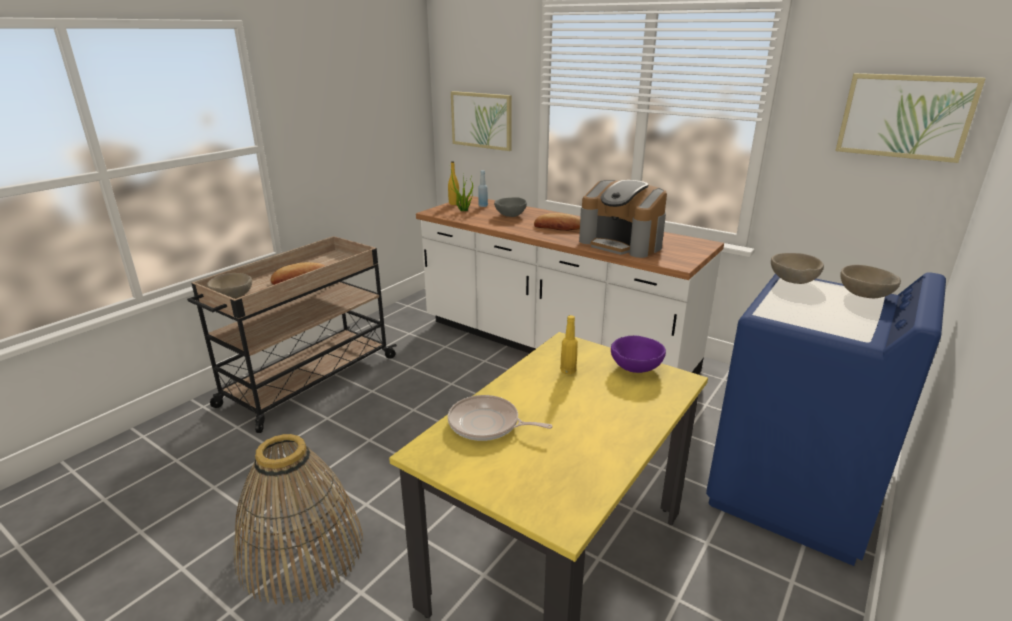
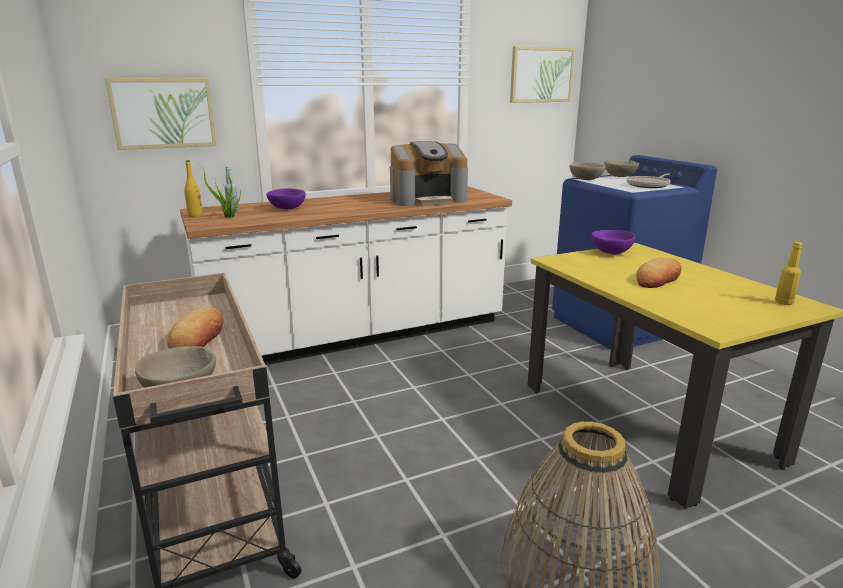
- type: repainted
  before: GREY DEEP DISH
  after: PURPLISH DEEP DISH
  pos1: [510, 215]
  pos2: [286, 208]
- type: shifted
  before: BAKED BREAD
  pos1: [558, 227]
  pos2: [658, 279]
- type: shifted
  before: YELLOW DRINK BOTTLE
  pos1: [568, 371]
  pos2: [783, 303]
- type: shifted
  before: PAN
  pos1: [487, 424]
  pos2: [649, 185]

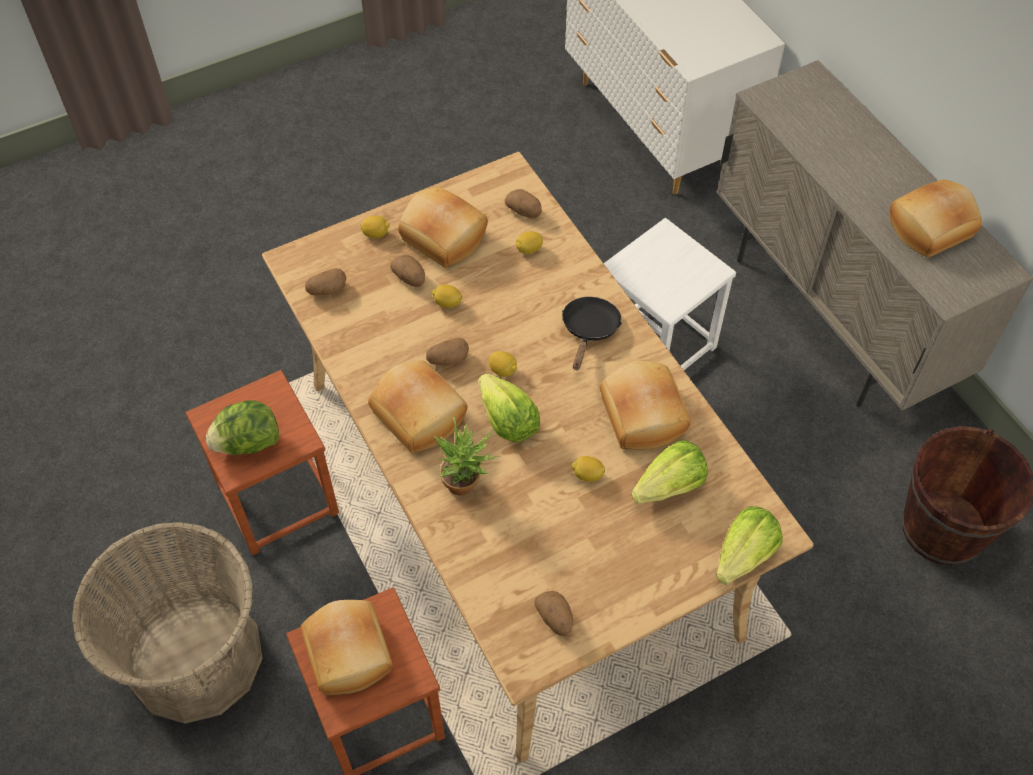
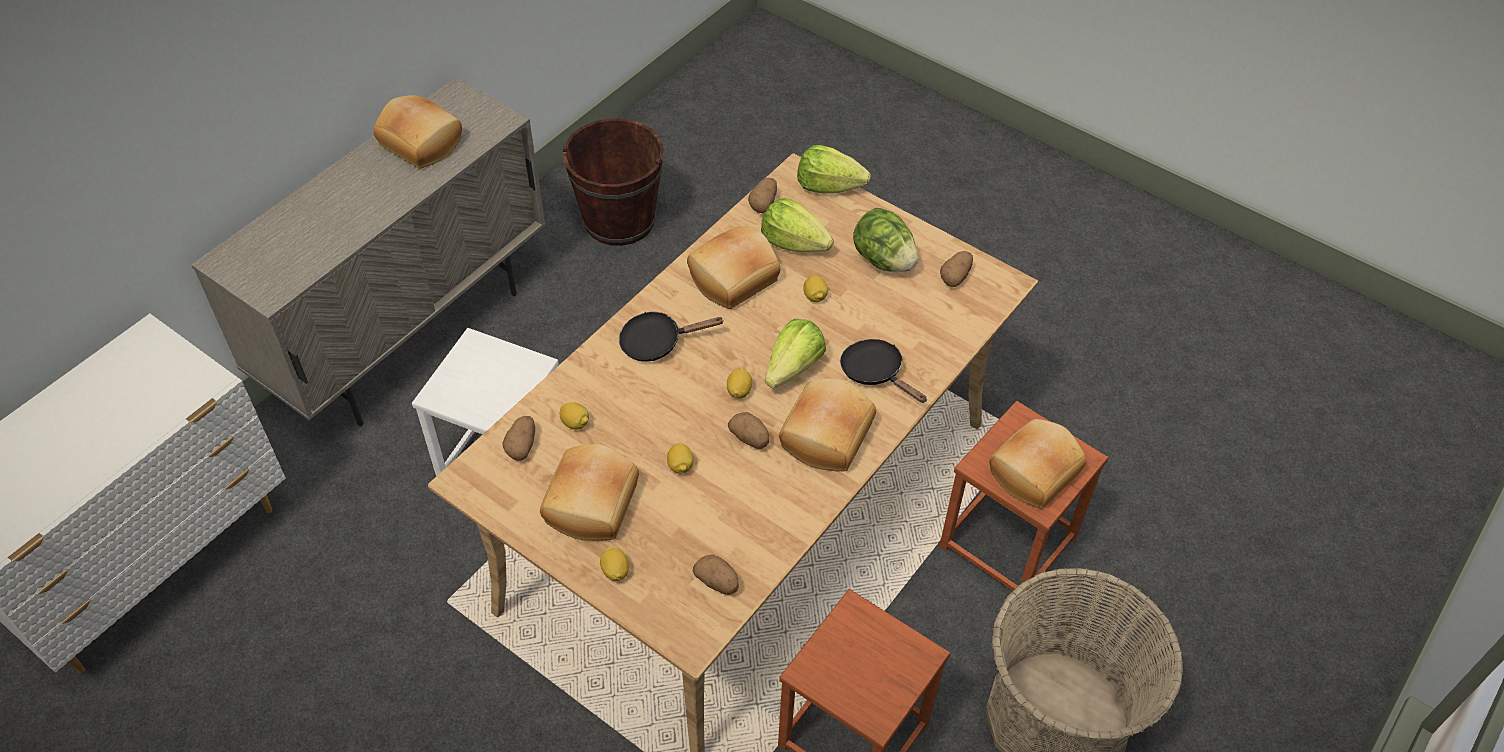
- type: shifted
  before: SPUD
  pos1: [410, 278]
  pos2: [763, 203]
- type: shifted
  before: LETTUCE HEAD
  pos1: [248, 443]
  pos2: [883, 260]
- type: swapped
  before: HOUSEPLANT
  after: BLACK-COLOURED PAN
  pos1: [467, 485]
  pos2: [876, 373]

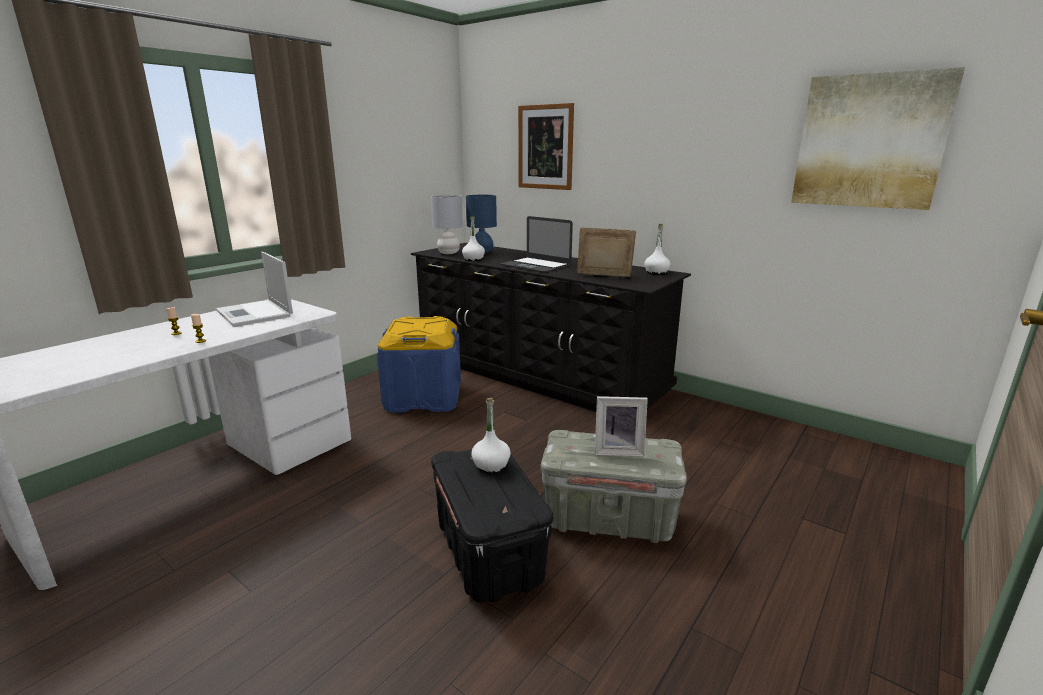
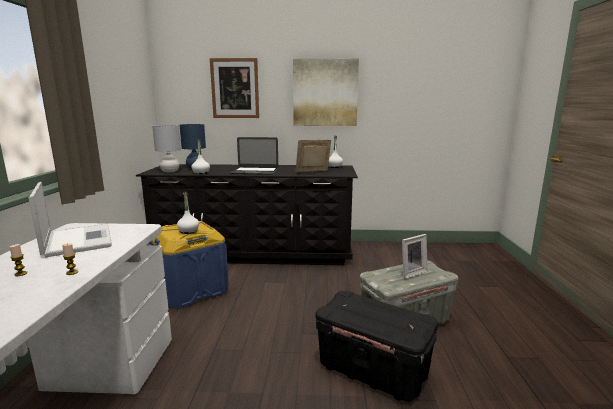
- type: shifted
  before: WALL PICTURE
  pos1: [870, 141]
  pos2: [325, 93]
- type: rotated
  before: LAPTOP
  pos1: [255, 314]
  pos2: [77, 240]
  turn: -135
- type: shifted
  before: WHITE-COLOURED DRINK BOTTLE
  pos1: [491, 465]
  pos2: [188, 231]

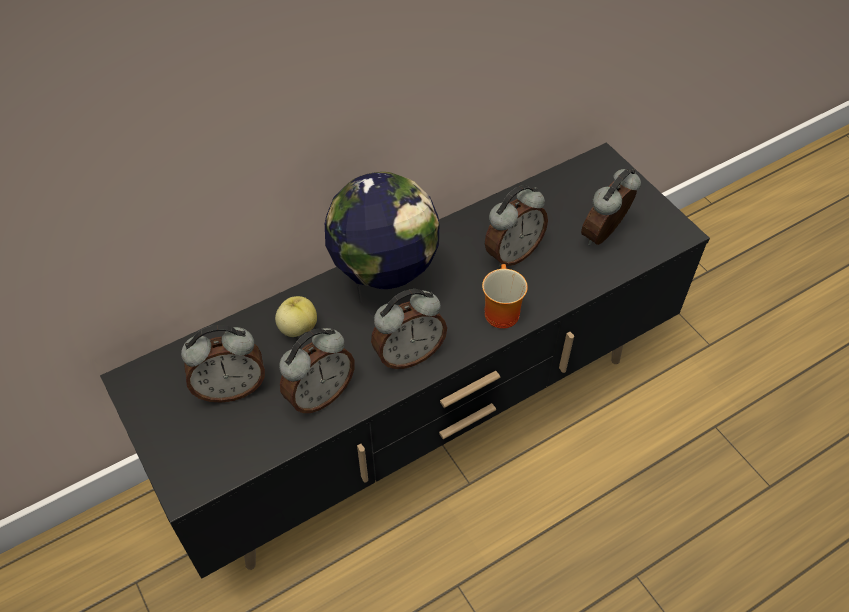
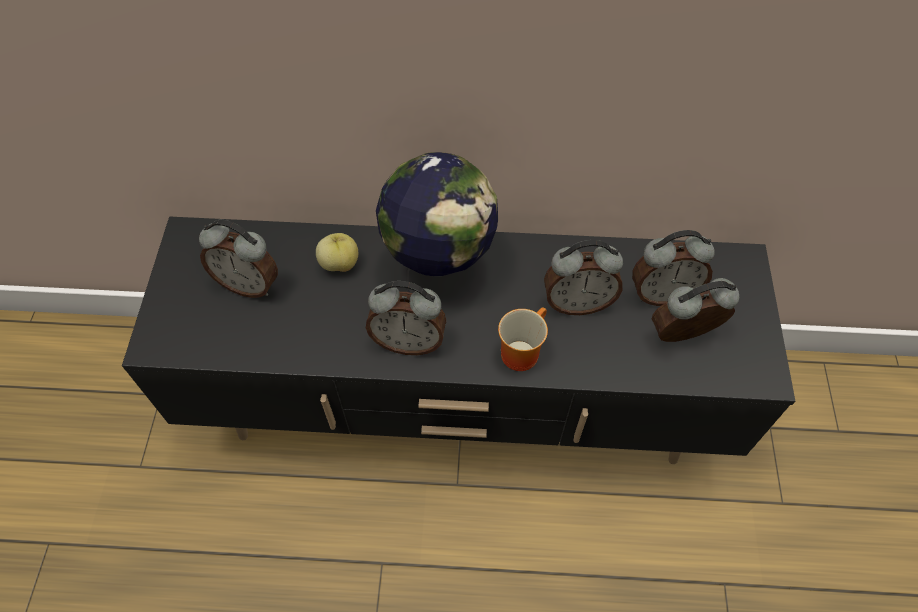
- type: shifted
  before: TABLE CLOCK
  pos1: [319, 394]
  pos2: [662, 293]

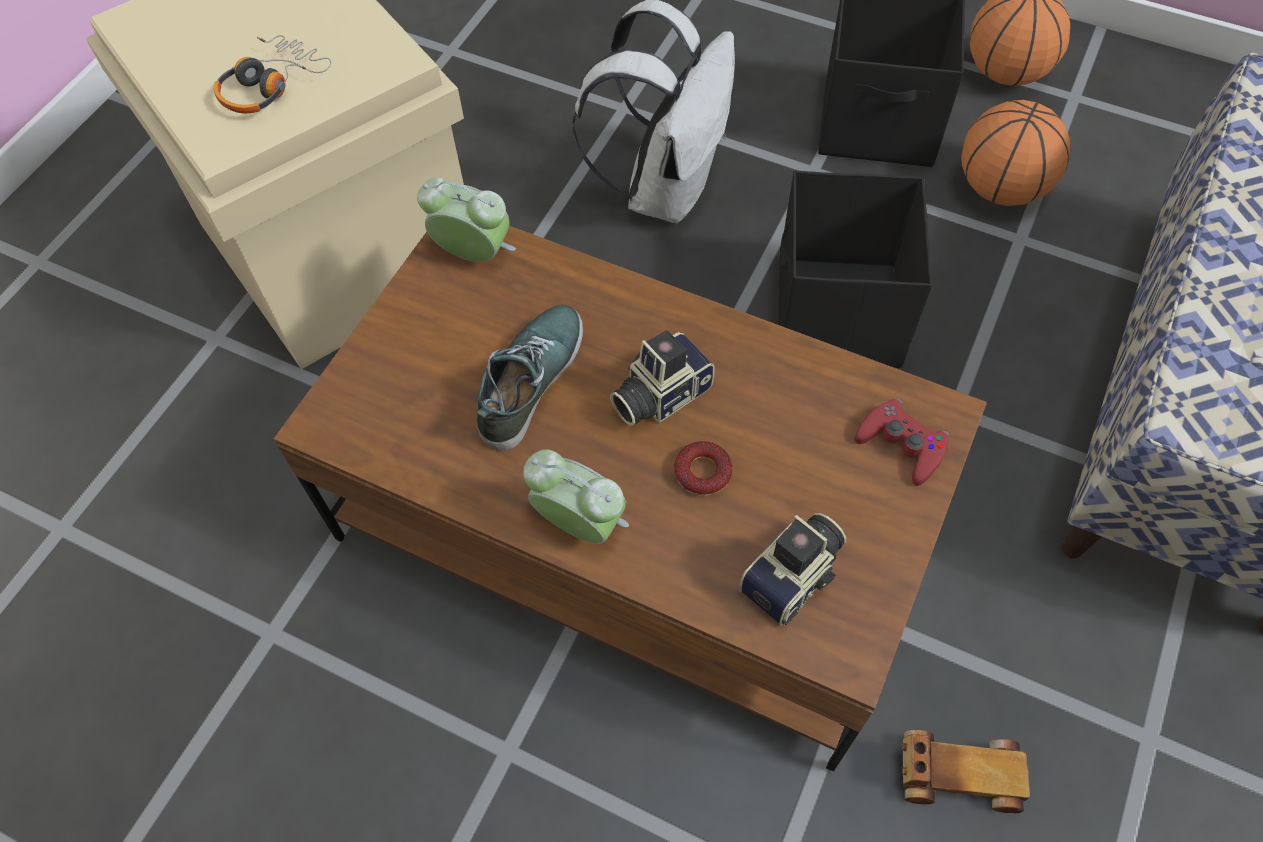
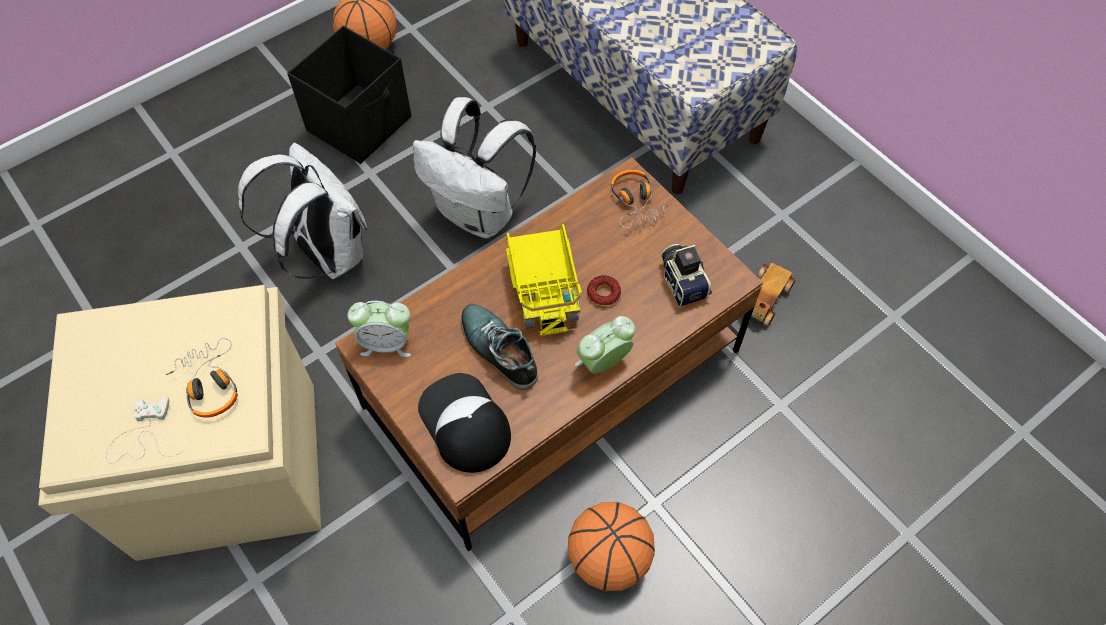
- type: shifted
  before: BASKETBALL BALL
  pos1: [1000, 189]
  pos2: [608, 558]
- type: swapped
  before: BLACK-COLOURED STORAGE BOX
  after: WHITE-COLOURED KNAPSACK
  pos1: [836, 315]
  pos2: [480, 214]
- type: rotated
  before: TABLE CLOCK
  pos1: [474, 254]
  pos2: [386, 343]
  turn: -135
- type: swapped
  before: STILL CAMERA
  after: TOY TRUCK
  pos1: [659, 394]
  pos2: [544, 292]
- type: swapped
  before: RED GAME CONTROLLER
  after: HEADSET
  pos1: [901, 445]
  pos2: [636, 202]
- type: new
  after: CAP
  pos2: [464, 423]
- type: new
  after: WHITE-COLOURED GAME CONTROLLER
  pos2: [143, 435]

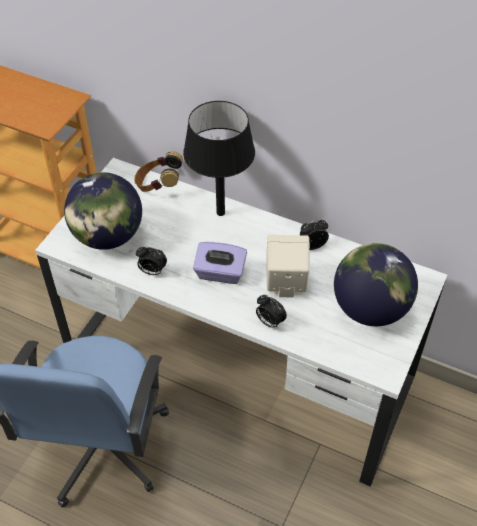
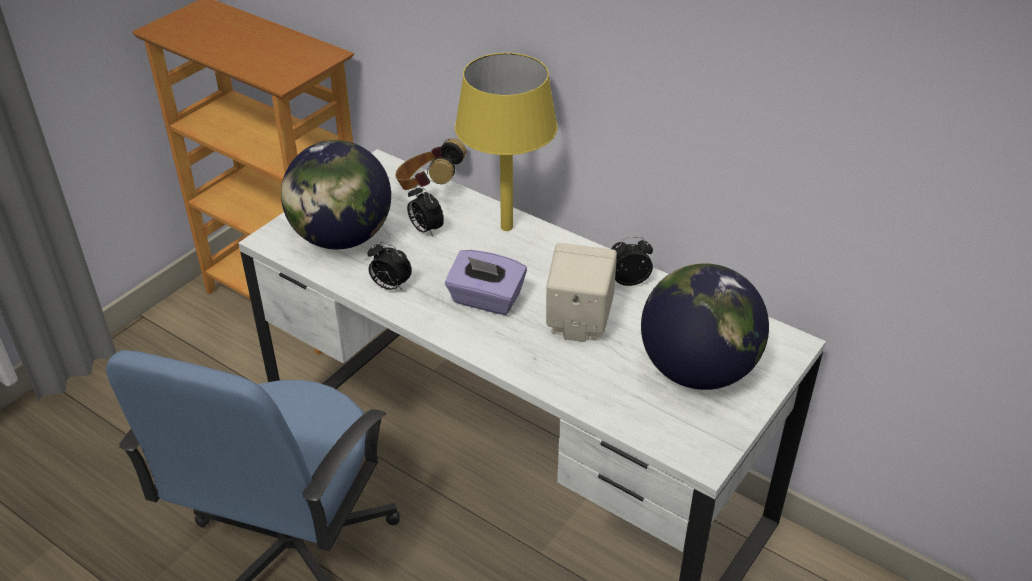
- type: repainted
  before: BLACK-COLOURED TABLE LAMP
  after: YELLOW TABLE LAMP
  pos1: [220, 212]
  pos2: [507, 227]
- type: shifted
  before: TABLE CLOCK
  pos1: [269, 322]
  pos2: [425, 230]

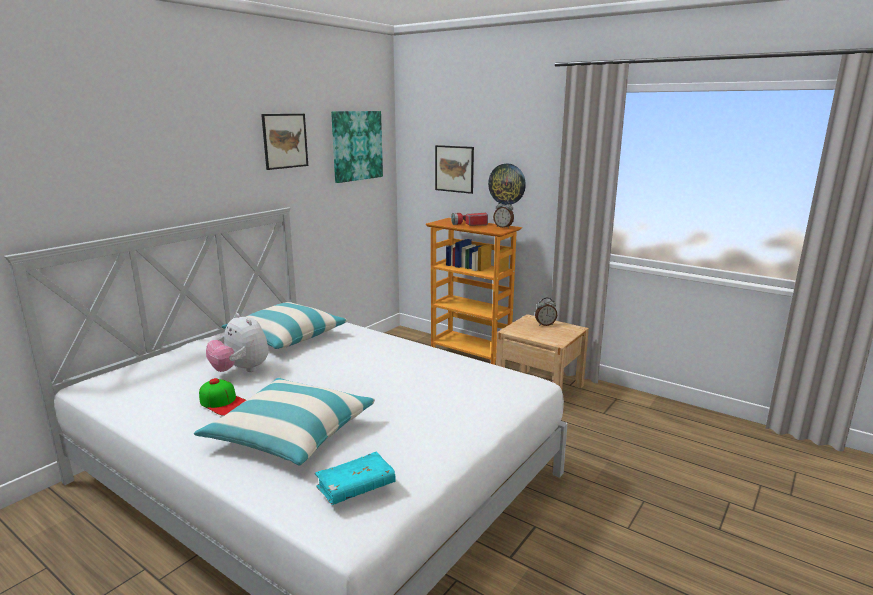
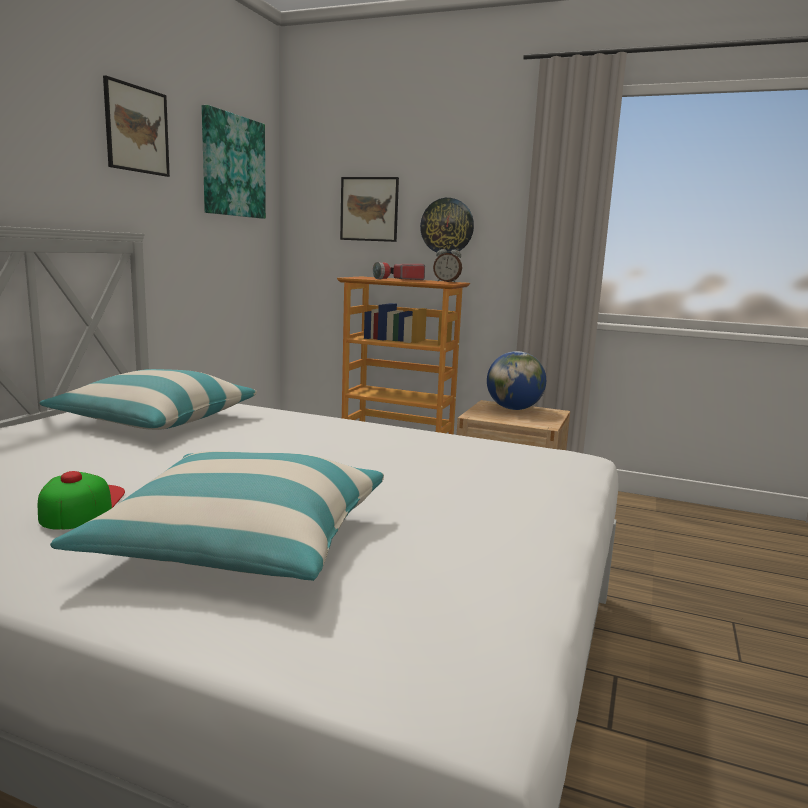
- type: swapped
  before: TABLE CLOCK
  after: WORLD GLOBE
  pos1: [545, 324]
  pos2: [513, 409]
- type: gone
  before: CUDDLY TOY
  pos1: [241, 371]
- type: rotated
  before: CAP
  pos1: [224, 402]
  pos2: [82, 505]
  turn: -120
- type: gone
  before: TURQUOISE-COLOURED BOOK
  pos1: [356, 487]

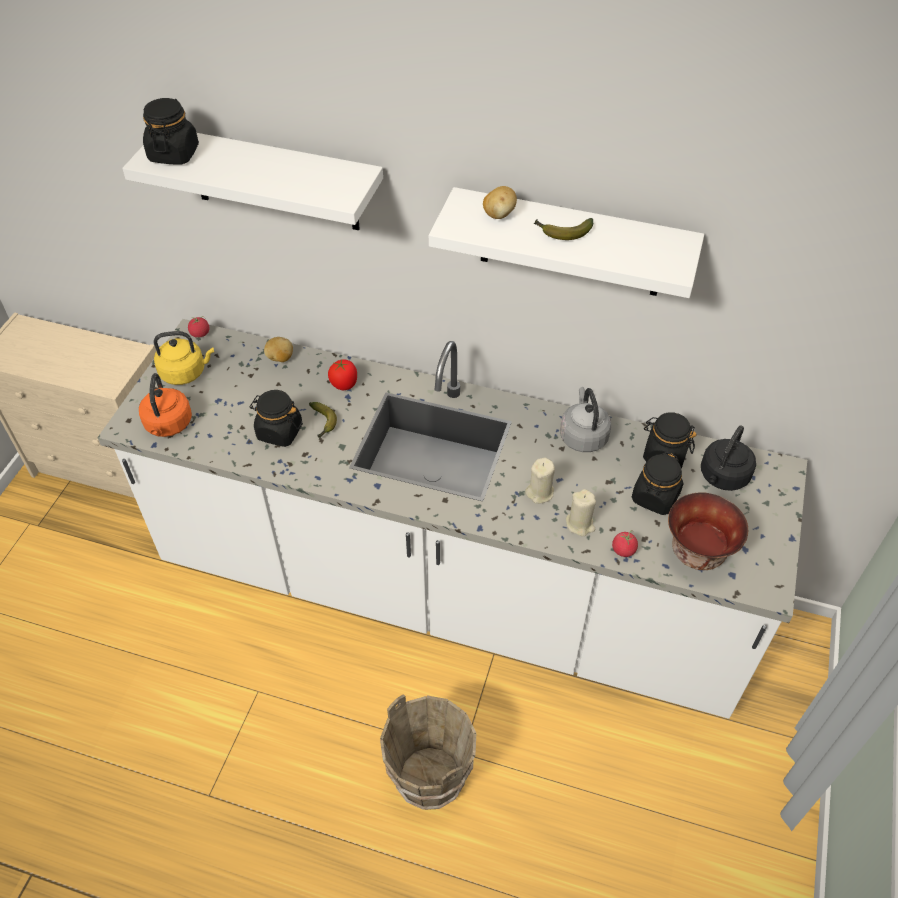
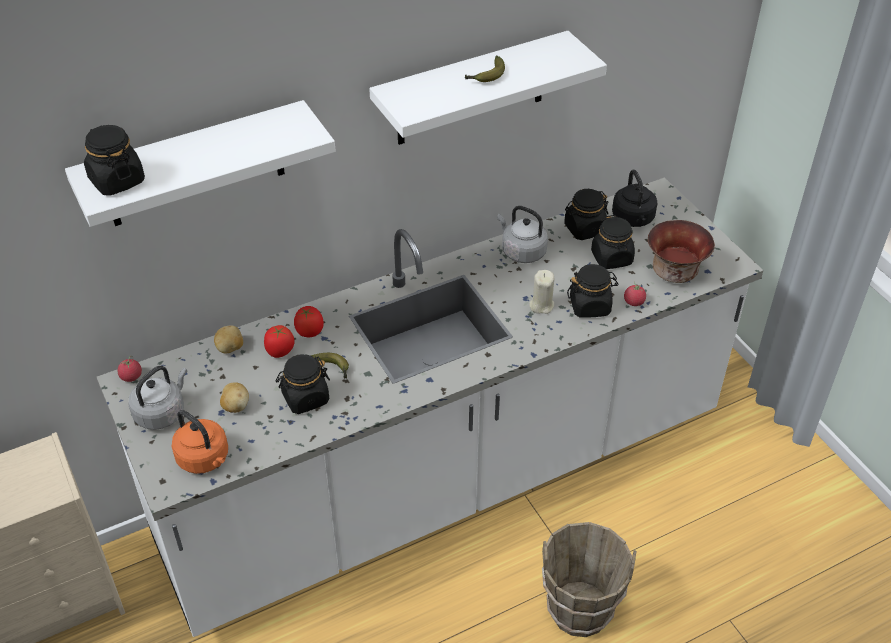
- type: shifted
  before: SPUD
  pos1: [499, 215]
  pos2: [235, 406]
- type: repainted
  before: YELLOW TEA KETTLE
  after: GREY TEA KETTLE
  pos1: [186, 372]
  pos2: [162, 412]
- type: swapped
  before: BEIGE CANDLE
  after: BLACK-COLOURED STORAGE JAR
  pos1: [580, 524]
  pos2: [590, 306]
- type: new
  after: TOMATO
  pos2: [280, 351]

